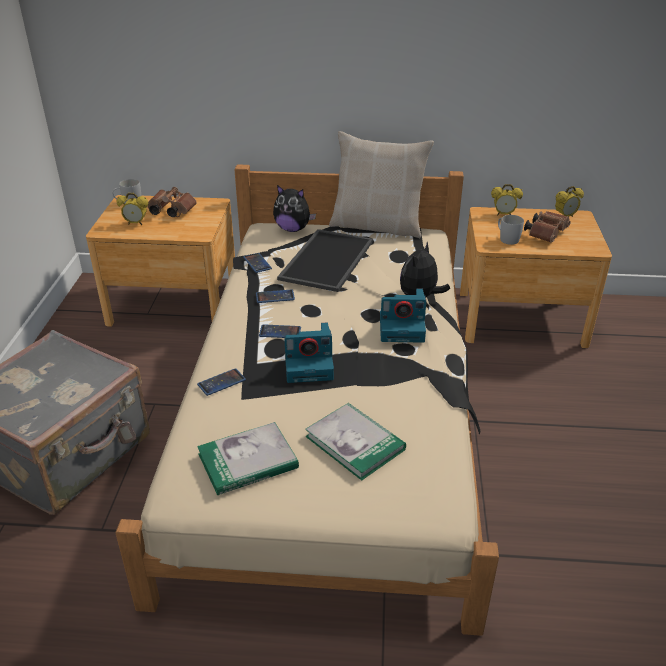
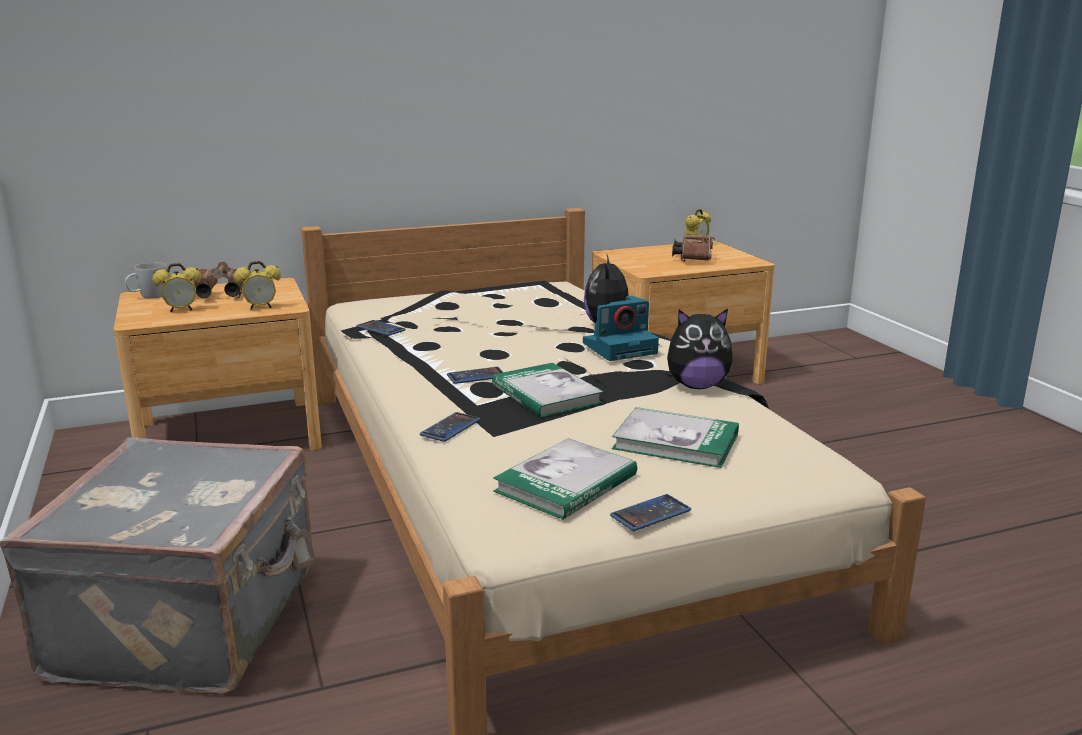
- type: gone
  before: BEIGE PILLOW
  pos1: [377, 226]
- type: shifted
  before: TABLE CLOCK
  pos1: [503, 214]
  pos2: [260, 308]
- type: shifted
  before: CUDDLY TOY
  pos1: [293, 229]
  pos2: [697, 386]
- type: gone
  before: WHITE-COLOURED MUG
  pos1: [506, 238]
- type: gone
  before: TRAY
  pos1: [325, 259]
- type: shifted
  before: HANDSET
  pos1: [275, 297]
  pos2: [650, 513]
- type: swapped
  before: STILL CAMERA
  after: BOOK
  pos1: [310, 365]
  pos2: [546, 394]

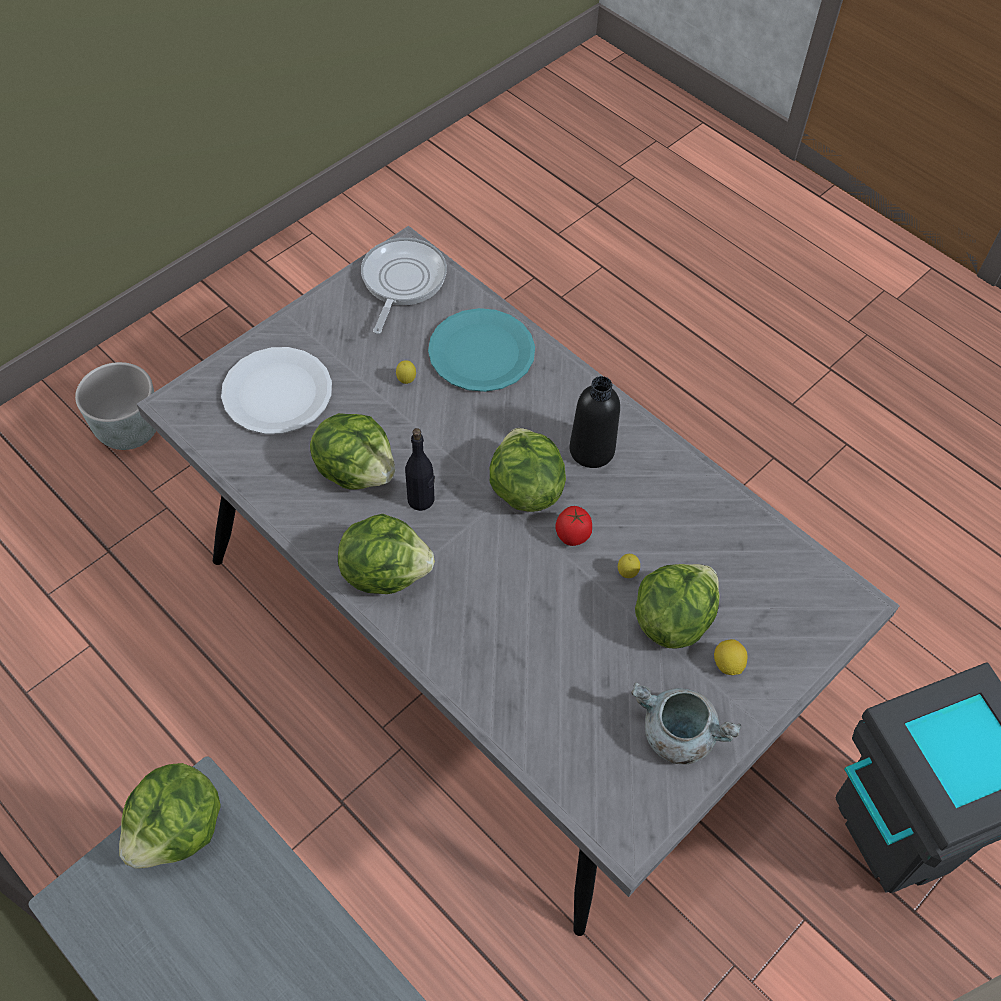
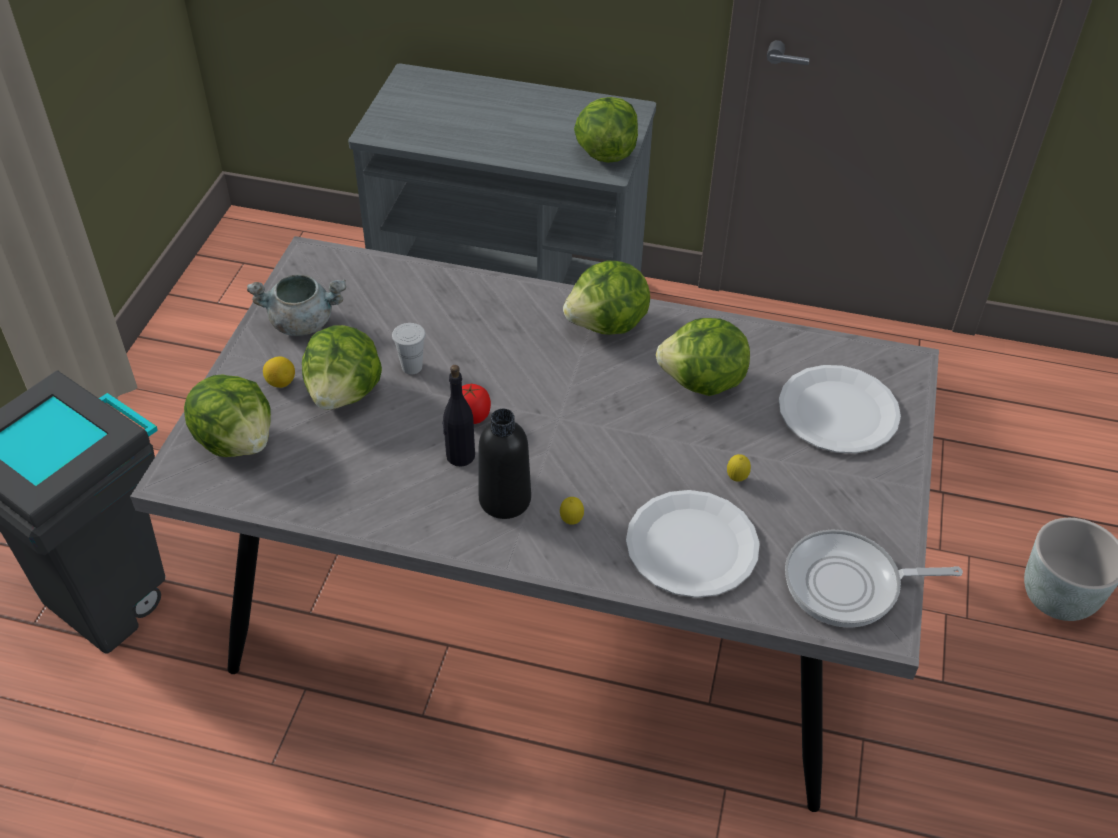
- type: rotated
  before: PAN
  pos1: [401, 281]
  pos2: [849, 584]
  turn: 105
- type: repainted
  before: TURQUOISE-COLOURED FLAT DISH
  after: WHITE-COLOURED FLAT DISH
  pos1: [481, 352]
  pos2: [692, 546]
- type: shifted
  before: BLACK-COLOURED DRINK BOTTLE
  pos1: [421, 500]
  pos2: [460, 456]
- type: shifted
  before: LETTUCE HEAD
  pos1: [524, 489]
  pos2: [237, 441]
- type: shifted
  before: LEMON
  pos1: [627, 574]
  pos2: [571, 521]
- type: new
  after: WHITE-COLOURED SMALL CUP
  pos2: [412, 367]

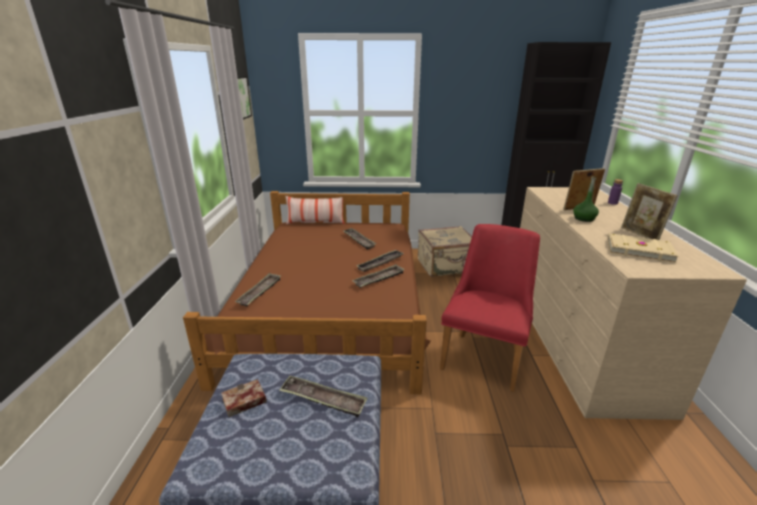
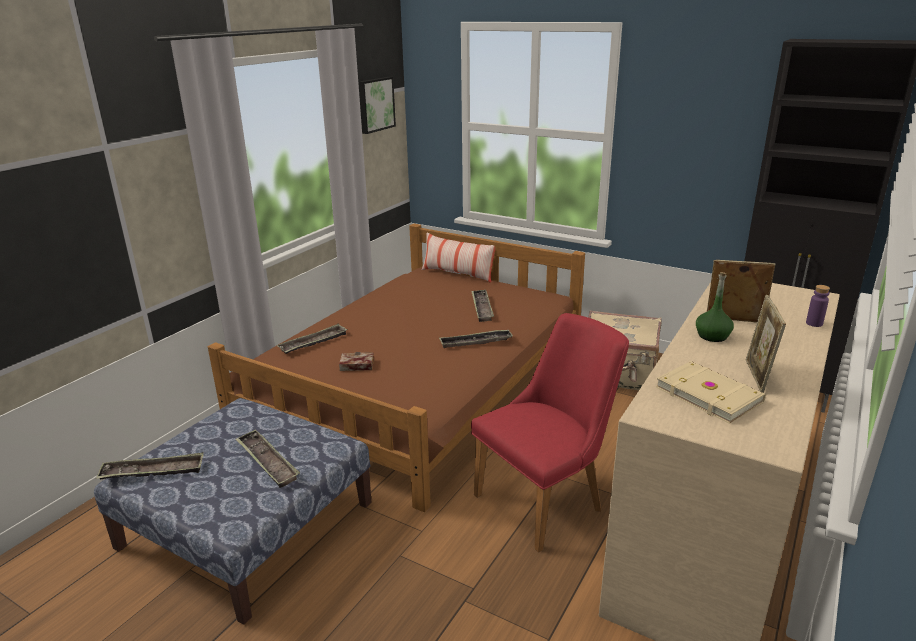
- type: shifted
  before: TRAY
  pos1: [379, 279]
  pos2: [153, 472]
- type: shifted
  before: BOOK
  pos1: [243, 402]
  pos2: [355, 366]

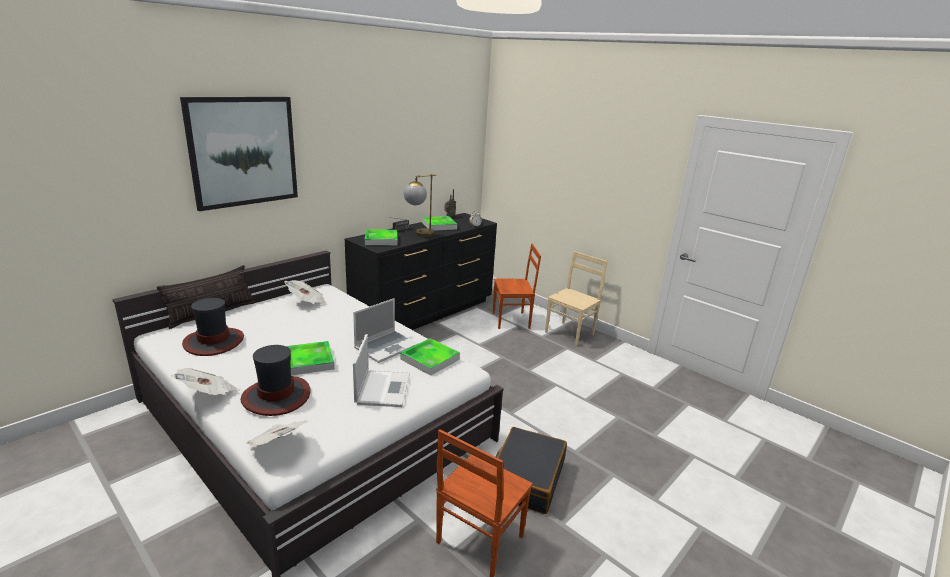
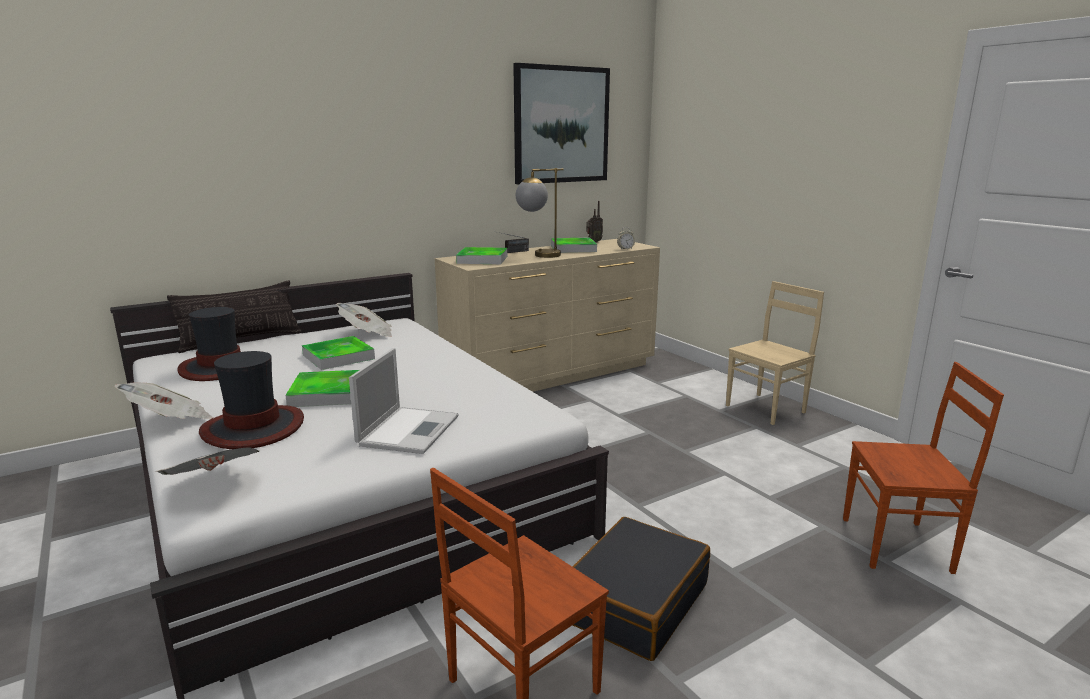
- type: shifted
  before: WALL PICTURE
  pos1: [243, 151]
  pos2: [561, 125]
- type: repainted
  before: BLACK-COLOURED DRESSER
  after: BEIGE DRESSER
  pos1: [425, 313]
  pos2: [553, 374]
- type: shifted
  before: BROWN-COLOURED CHAIR
  pos1: [511, 320]
  pos2: [898, 545]
- type: gone
  before: LAPTOP
  pos1: [386, 347]
- type: shifted
  before: TRAY
  pos1: [430, 359]
  pos2: [338, 357]

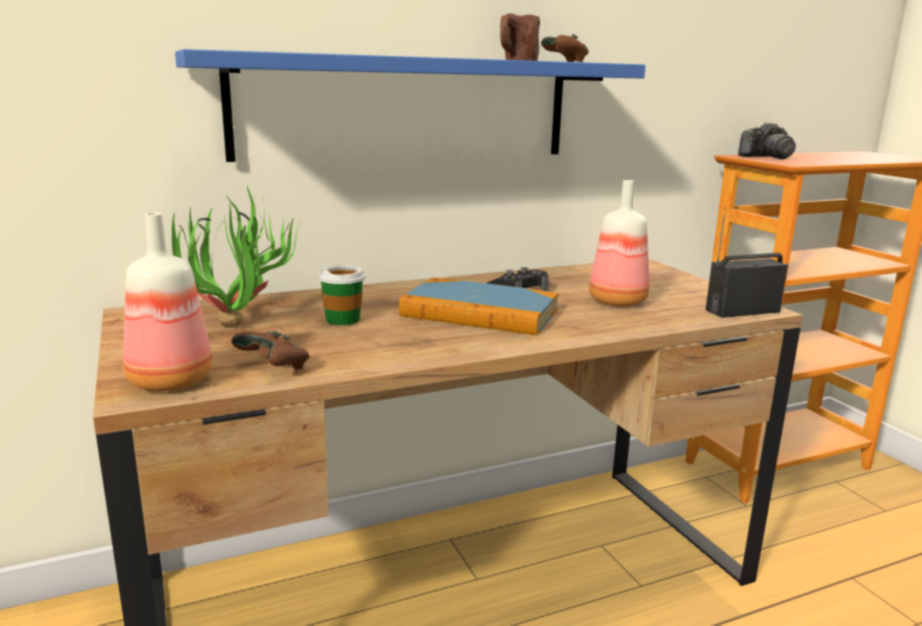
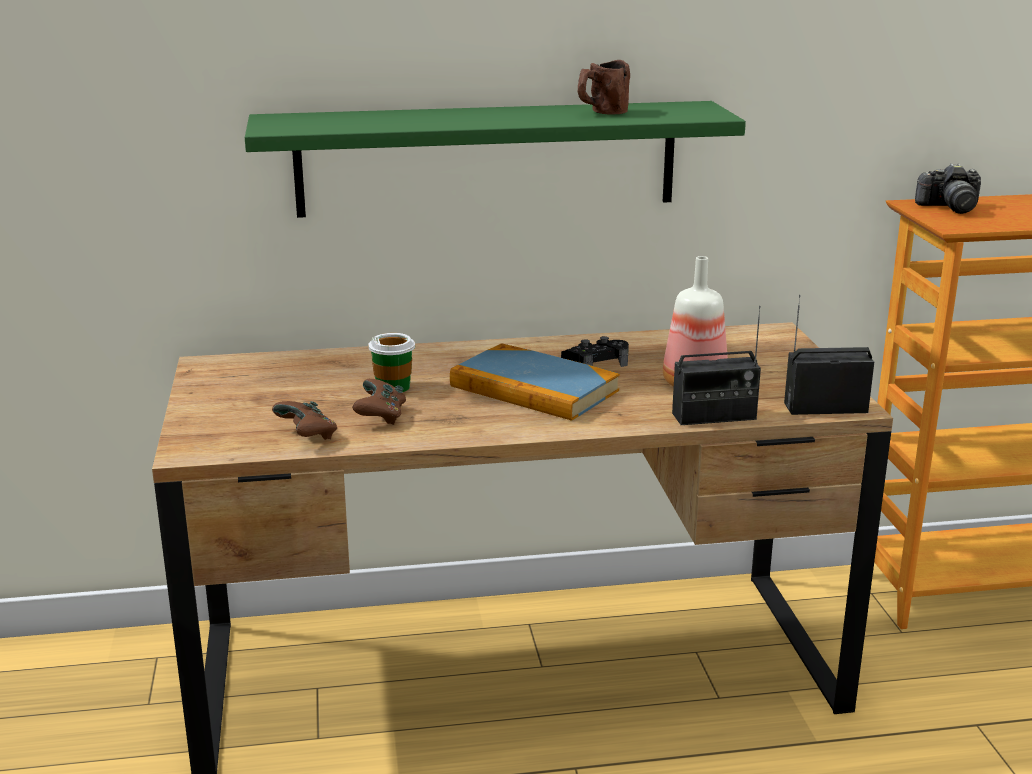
- type: shifted
  before: BROWN-COLOURED GAME CONTROLLER
  pos1: [564, 62]
  pos2: [381, 416]
- type: repainted
  before: BLUE-COLOURED WALL SHELF
  after: GREEN WALL SHELF
  pos1: [406, 109]
  pos2: [487, 158]
- type: gone
  before: HOUSEPLANT
  pos1: [237, 331]
- type: gone
  before: DRINK BOTTLE
  pos1: [168, 382]
- type: new
  after: RADIO RECEIVER
  pos2: [714, 416]

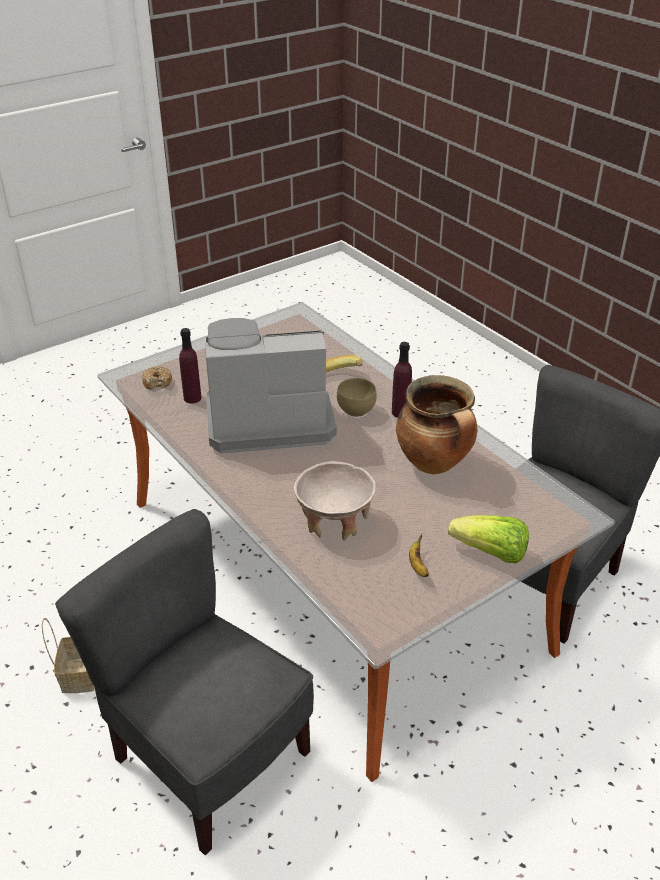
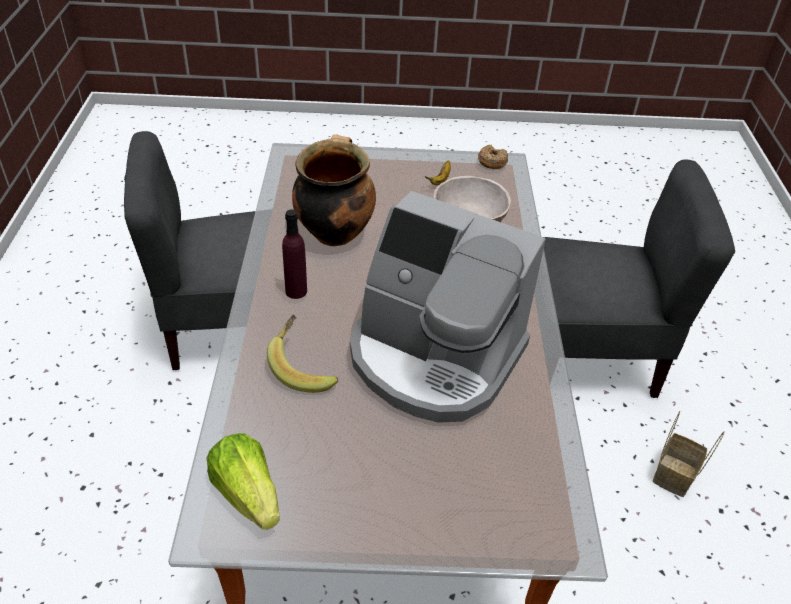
- type: gone
  before: PURPLISH DRINK BOTTLE
  pos1: [192, 398]
- type: shifted
  before: RING DOUGHNUT
  pos1: [157, 382]
  pos2: [492, 161]
- type: gone
  before: BROWN-COLOURED DEEP DISH
  pos1: [357, 410]
- type: rotated
  before: GREY CHAIR
  pos1: [209, 759]
  pos2: [591, 356]
  turn: -75
- type: shifted
  before: LETTUCE HEAD
  pos1: [490, 553]
  pos2: [248, 494]

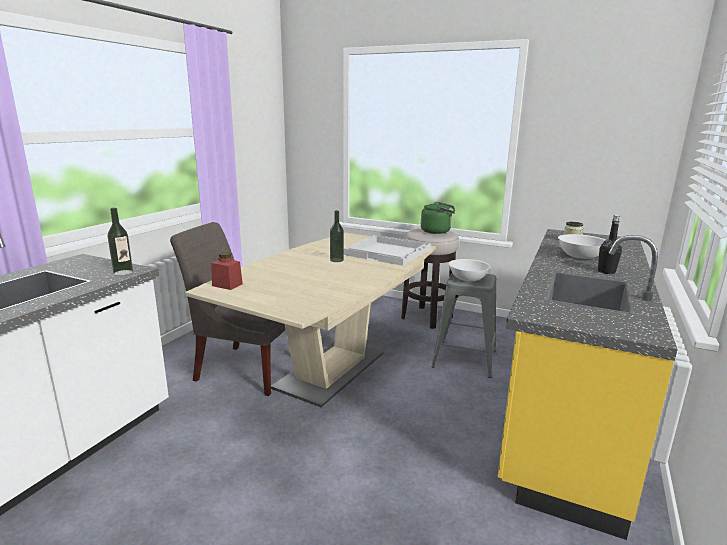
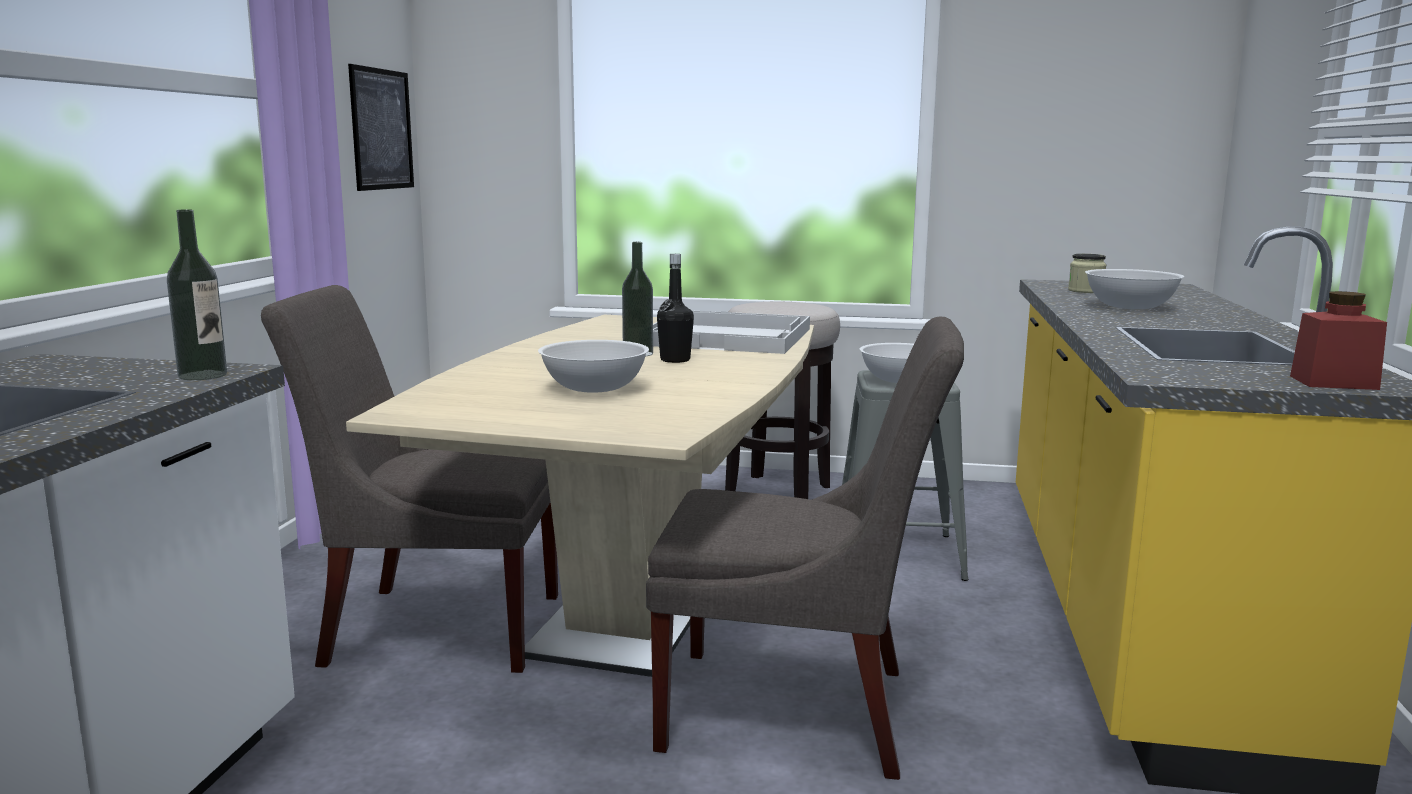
- type: gone
  before: GREEN TEA KETTLE
  pos1: [437, 231]
- type: shifted
  before: BLACK-COLOURED DRINK BOTTLE
  pos1: [606, 272]
  pos2: [675, 360]
- type: shifted
  before: RED STORAGE JAR
  pos1: [227, 285]
  pos2: [1333, 382]
- type: new
  after: WALL PICTURE
  pos2: [381, 129]
- type: new
  after: GREY CHAIR
  pos2: [799, 711]
- type: new
  after: WHITE-COLOURED DEEP DISH
  pos2: [593, 389]

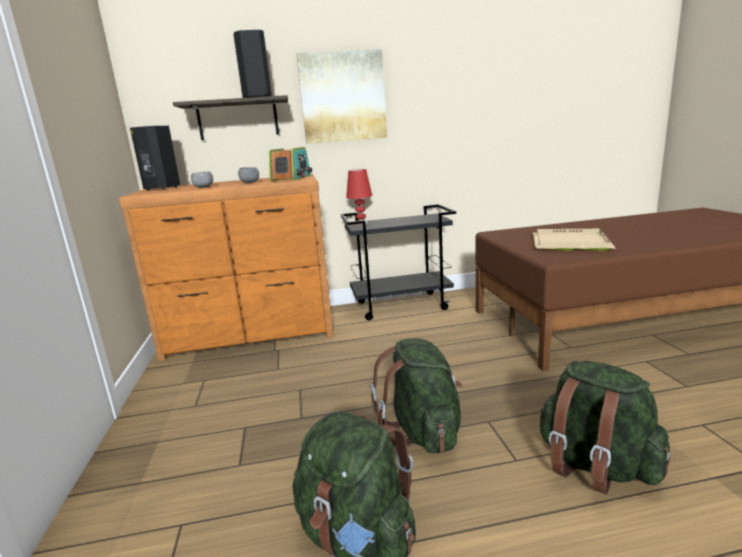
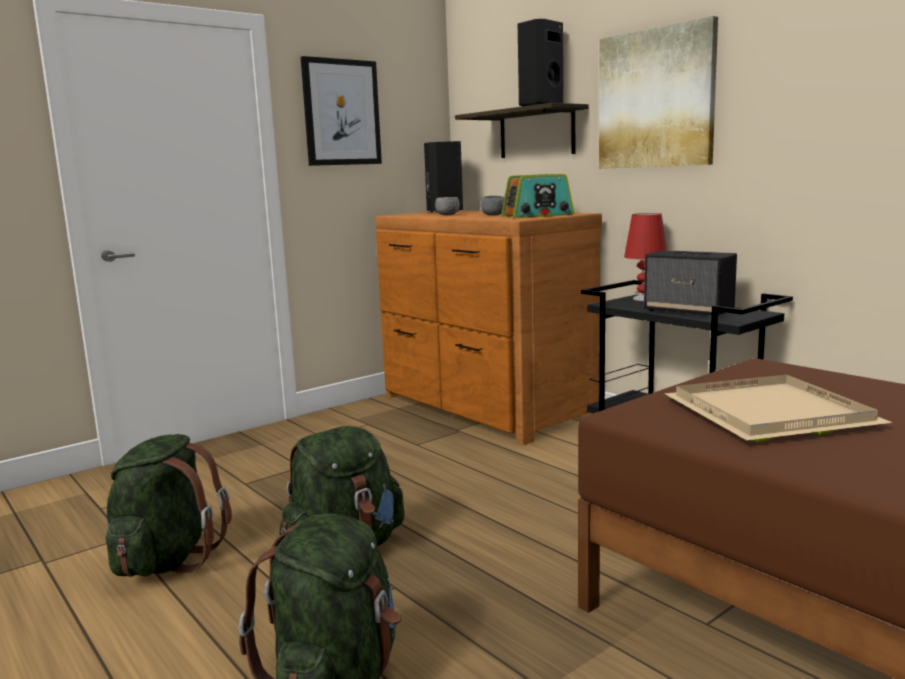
- type: new
  after: WALL PICTURE
  pos2: [341, 112]
- type: new
  after: SPEAKER
  pos2: [689, 311]

